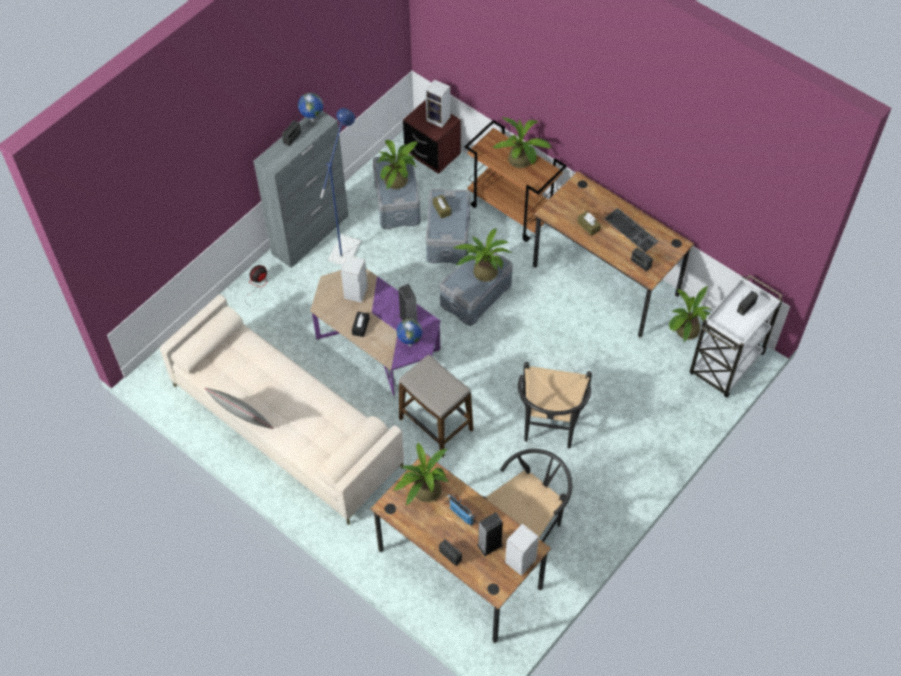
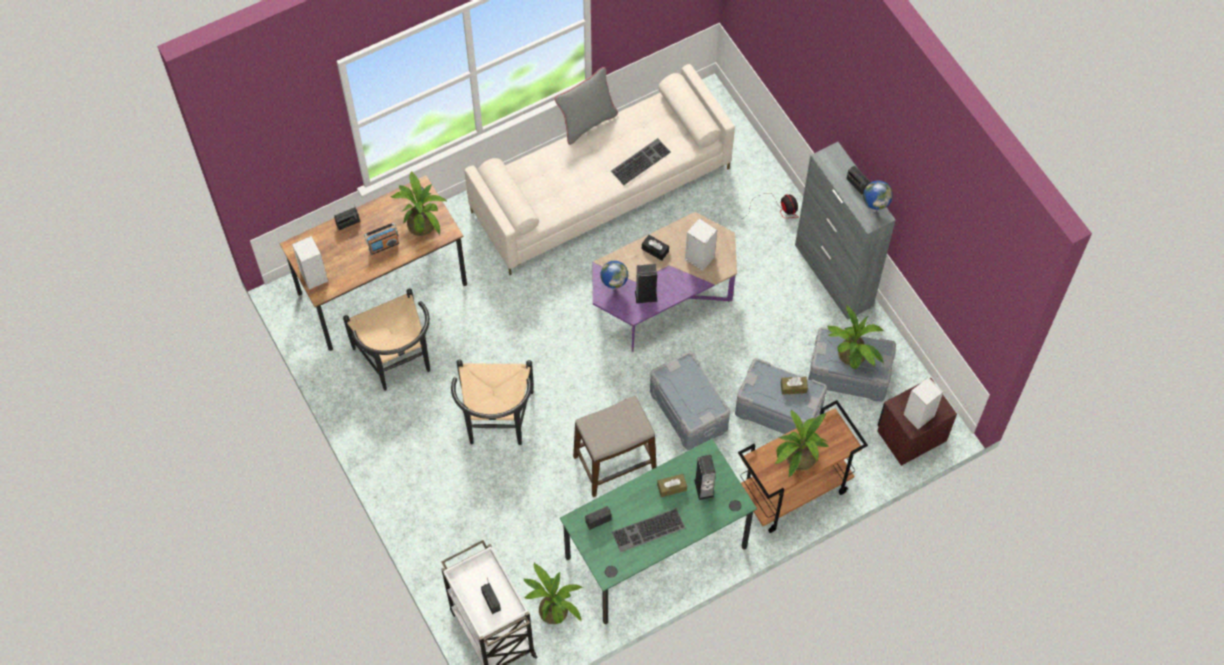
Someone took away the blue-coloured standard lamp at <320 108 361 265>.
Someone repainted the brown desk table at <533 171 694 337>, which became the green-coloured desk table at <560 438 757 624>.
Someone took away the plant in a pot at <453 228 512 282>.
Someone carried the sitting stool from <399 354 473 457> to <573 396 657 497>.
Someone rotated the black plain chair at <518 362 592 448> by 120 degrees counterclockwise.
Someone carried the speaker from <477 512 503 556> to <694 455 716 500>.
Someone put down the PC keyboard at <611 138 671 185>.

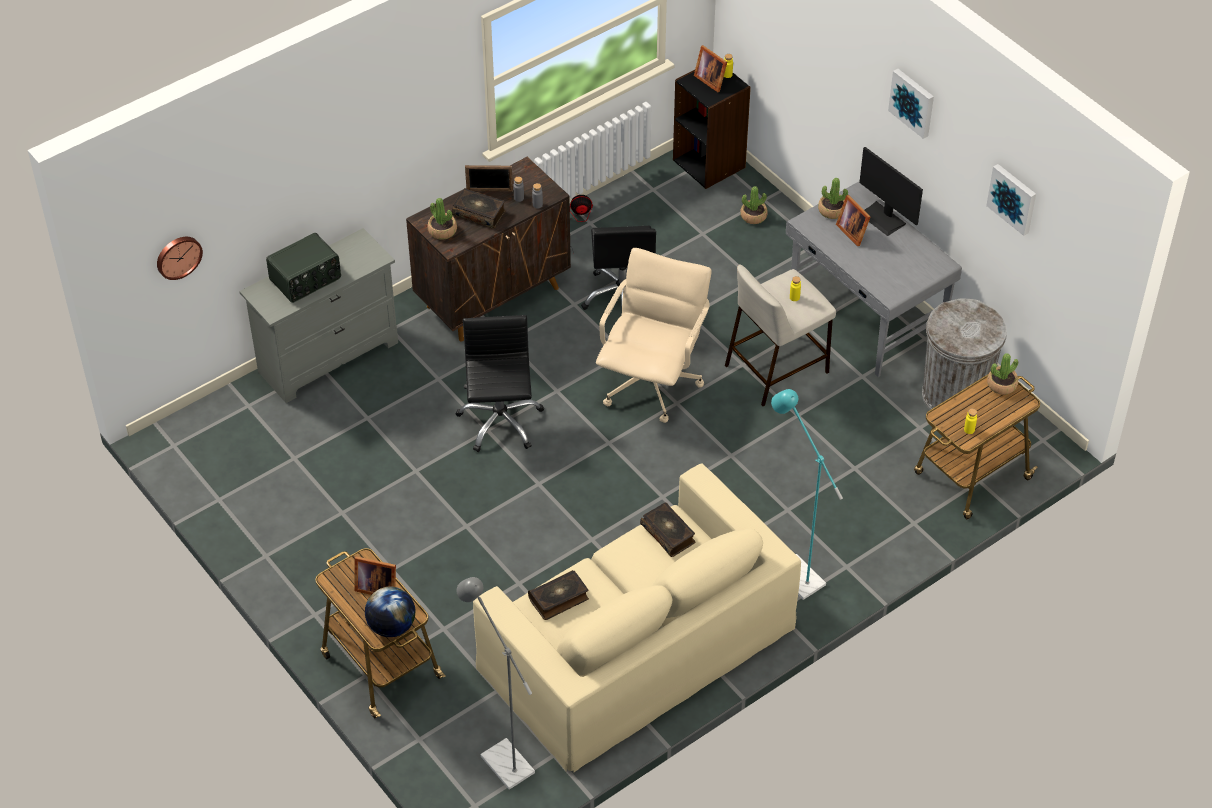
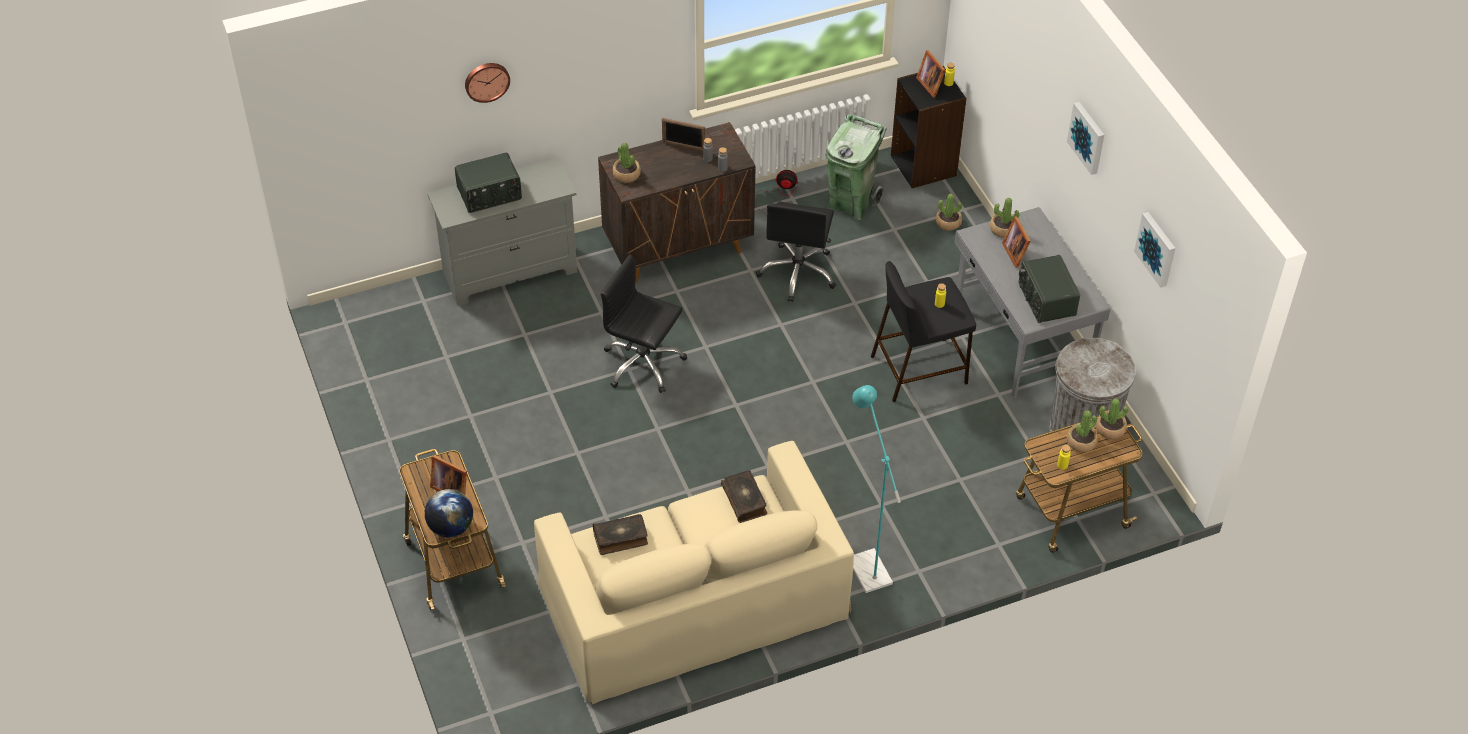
Someone took away the computer screen at <859 147 923 236>.
Someone took away the bound book at <452 188 506 229>.
Someone carried the hanging clock from <157 237 203 280> to <465 63 510 103>.
Someone took away the sand-coloured office chair at <596 248 712 423>.
Someone repainted the sand-coloured sitting stool at <725 264 836 406>, which became the black sitting stool at <871 261 976 402>.
Someone rotated the black office chair at <456 315 544 452> by 75 degrees counterclockwise.
Someone took away the grey standard lamp at <457 577 535 790>.
Someone put down the green-coloured waste bin at <826 114 887 220>.
Someone put down the radio set at <1018 255 1080 323>.
Someone put down the plant in a pot at <1067 410 1098 452>.

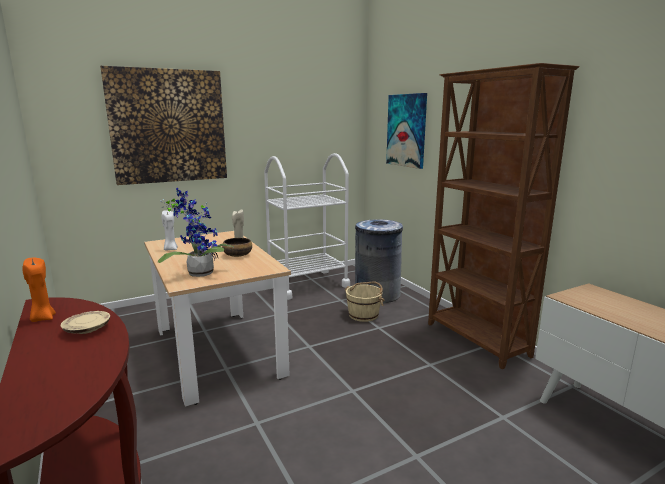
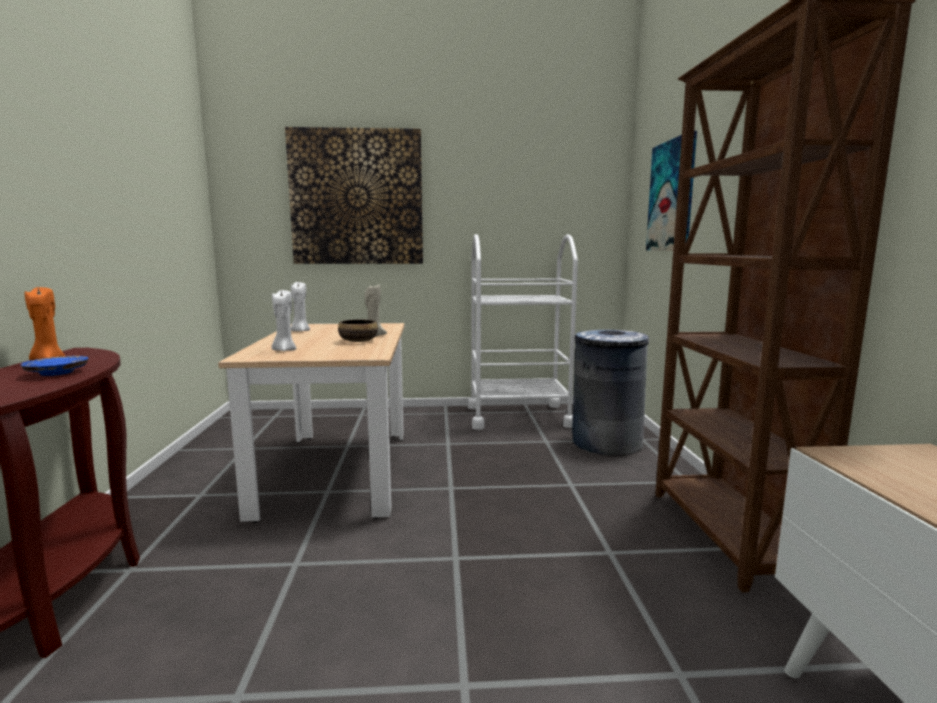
Someone swapped the plant in a pot at <158 187 234 277> for the white-coloured wax candle at <272 290 296 351>.
Someone took away the sand-coloured pail at <345 281 384 322>.
Someone repainted the sand-coloured plate at <61 311 110 334>, which became the blue-coloured plate at <21 356 88 376>.

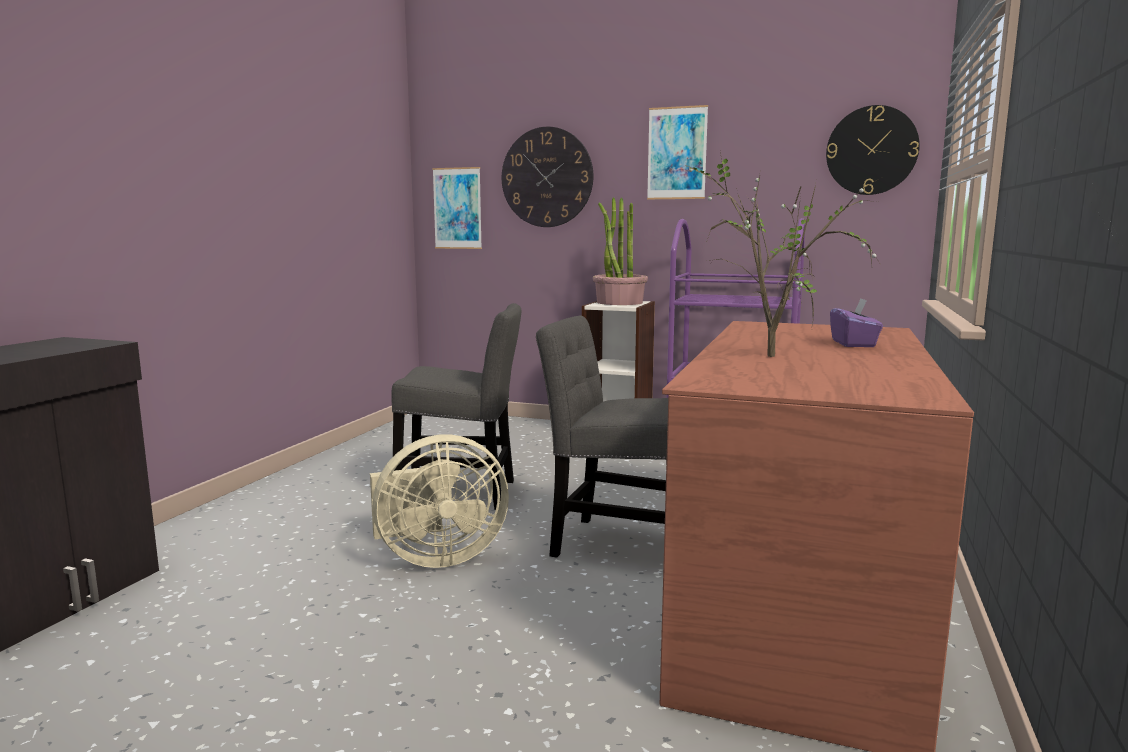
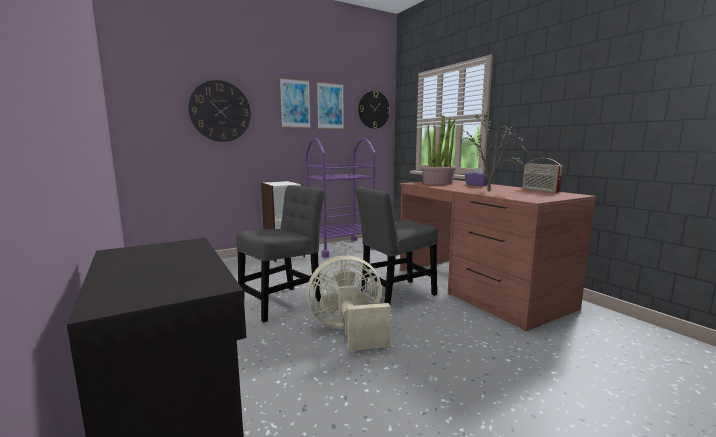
Someone carried the wall art from <432 167 482 249> to <317 82 344 129>.
Someone carried the plant in a pot from <593 197 648 305> to <420 115 456 185>.
Someone rotated the sand-coloured electric fan at <370 434 509 568> by 120 degrees counterclockwise.
Someone put down the radio set at <523 158 563 193>.

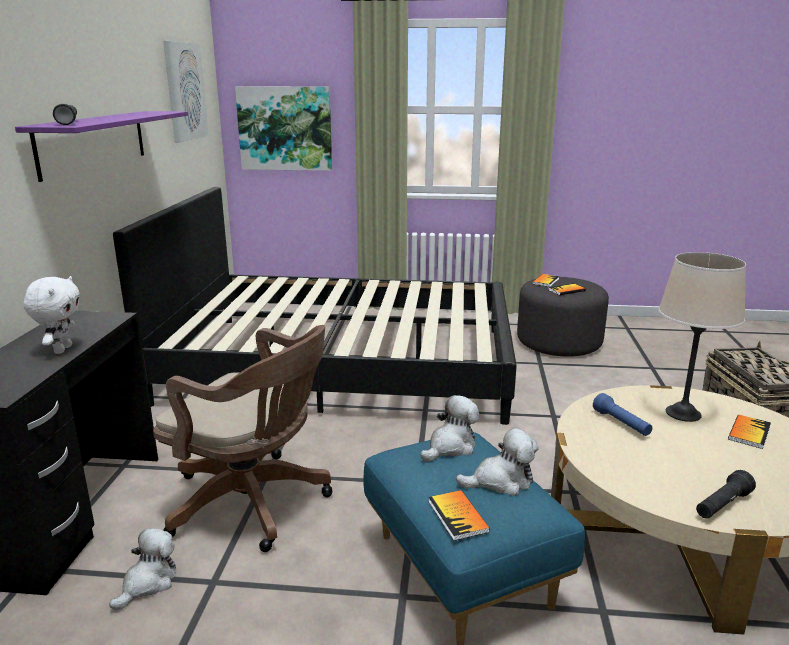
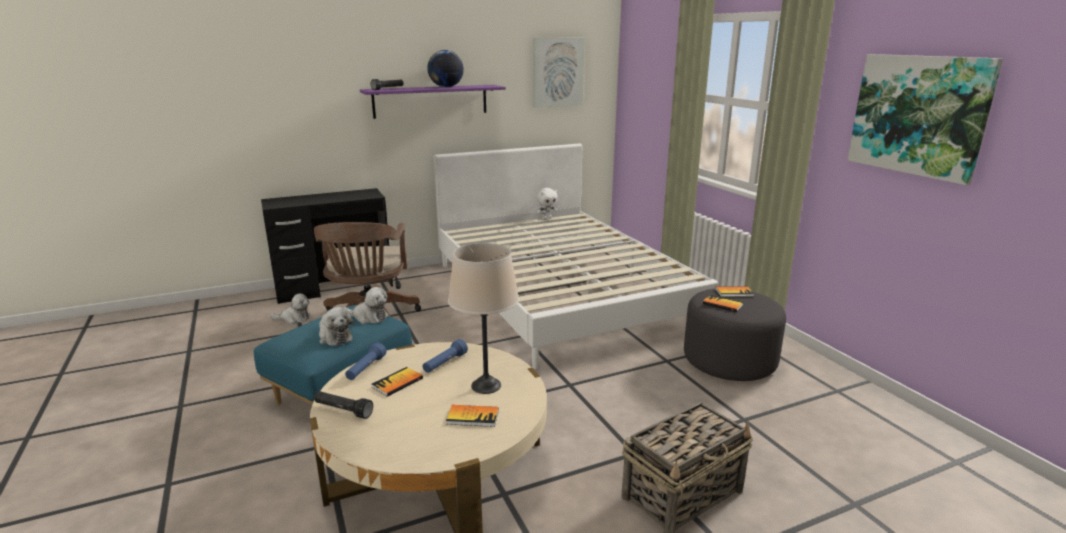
Someone carried the wall art from <235 87 332 171> to <847 54 1003 185>.
Someone repainted the black bedroom bed at <113 187 517 425>, which became the white-coloured bedroom bed at <434 144 719 369>.
Someone carried the white-coloured cuddly toy from <24 276 80 354> to <536 188 557 219>.
Someone carried the bound book from <428 490 490 541> to <372 367 423 397>.
Someone put down the globe at <428 50 464 87>.
Someone put down the blue-coloured torch at <345 343 386 380>.

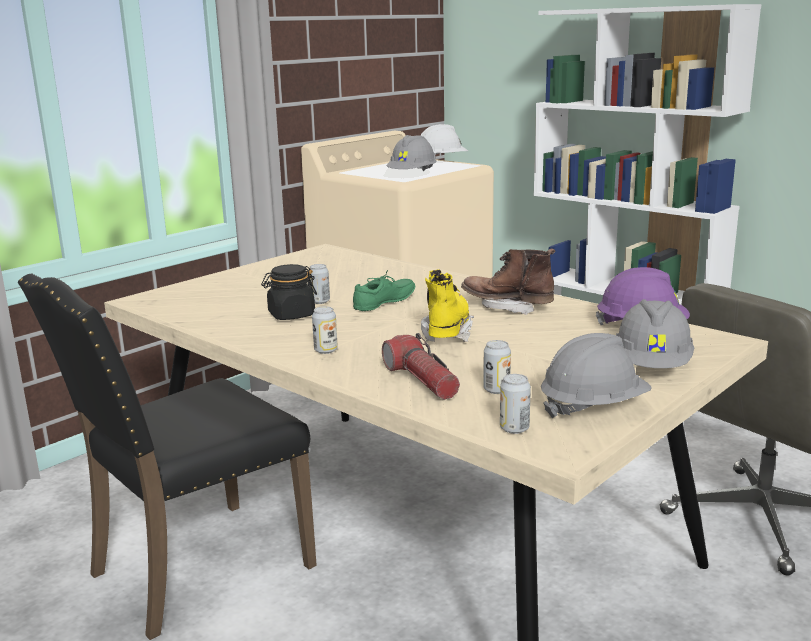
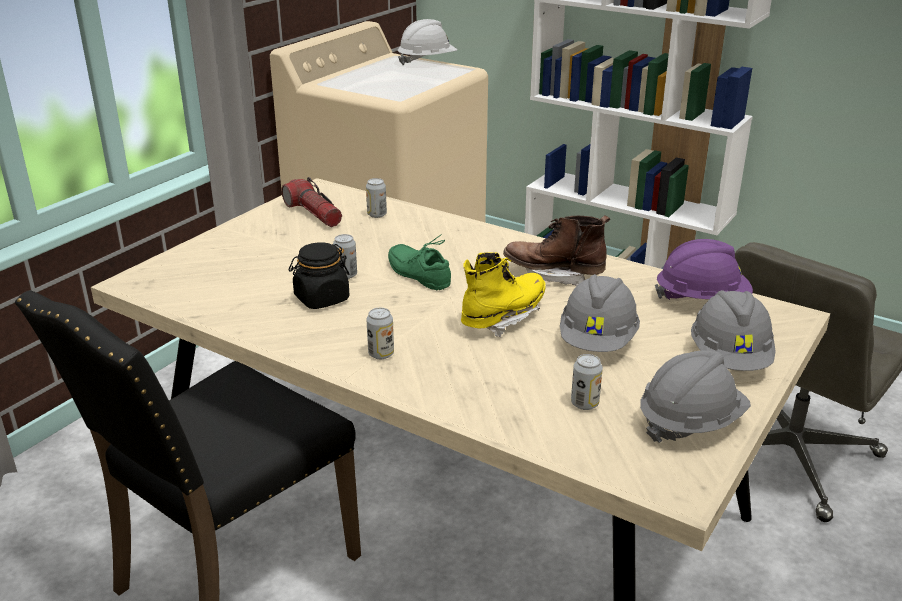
Someone carried the grey work helmet from <386 135 437 171> to <560 274 640 352>.
Someone rotated the yellow boot at <421 269 474 342> by 45 degrees clockwise.
Someone rotated the green-coloured item of footwear at <353 270 415 311> by 75 degrees counterclockwise.
Someone carried the torch from <382 333 460 400> to <281 177 342 227>.
Someone carried the sealed can from <500 374 531 434> to <366 178 387 218>.

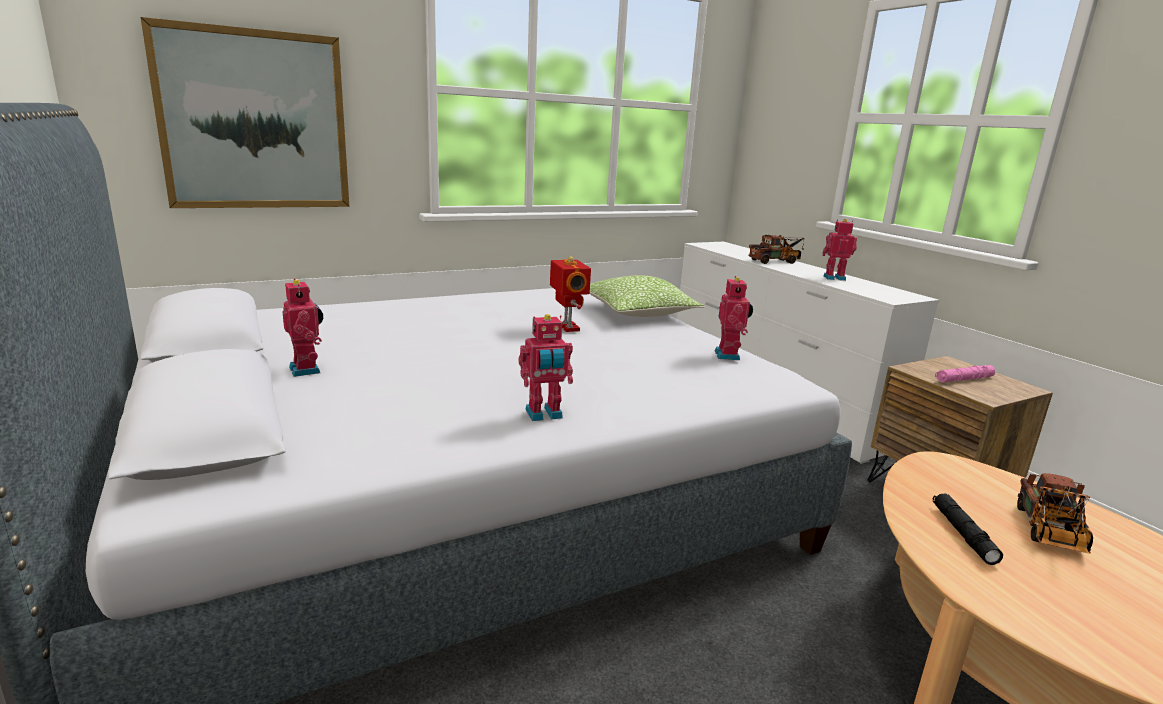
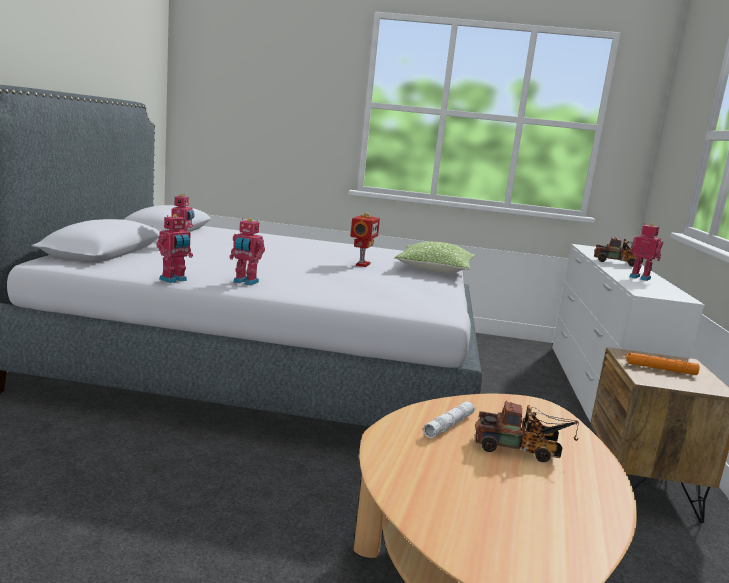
Someone took away the wall art at <140 17 349 208>.
Someone carried the model robot from <715 276 753 360> to <156 214 193 283>.
Someone repainted the pink-coloured torch at <935 365 995 383>, which became the orangey torch at <625 352 700 375>.
Someone rotated the model truck at <1017 473 1093 553> by 135 degrees counterclockwise.
Someone repainted the black torch at <933 493 1003 565>, which became the white-coloured torch at <423 401 476 438>.

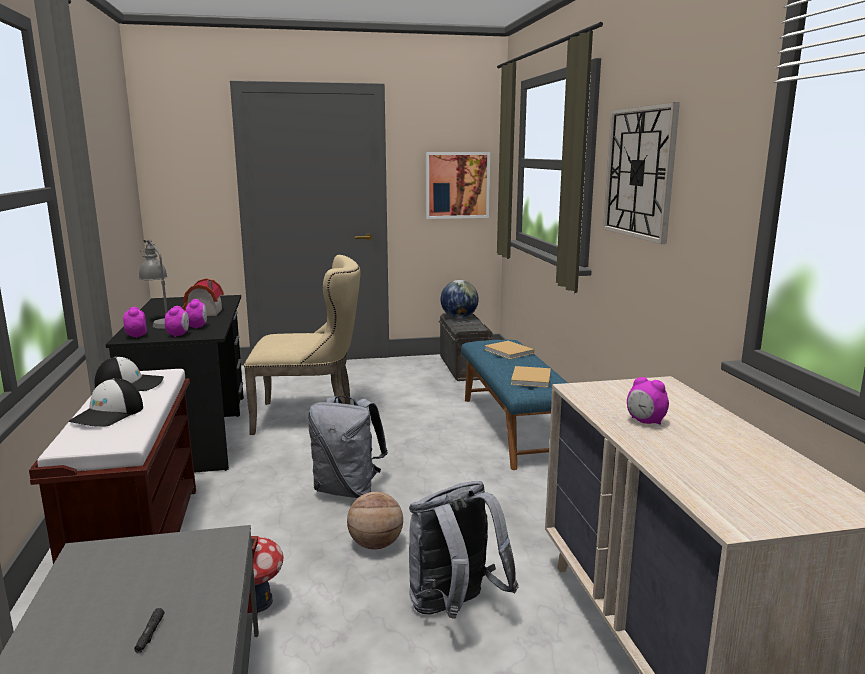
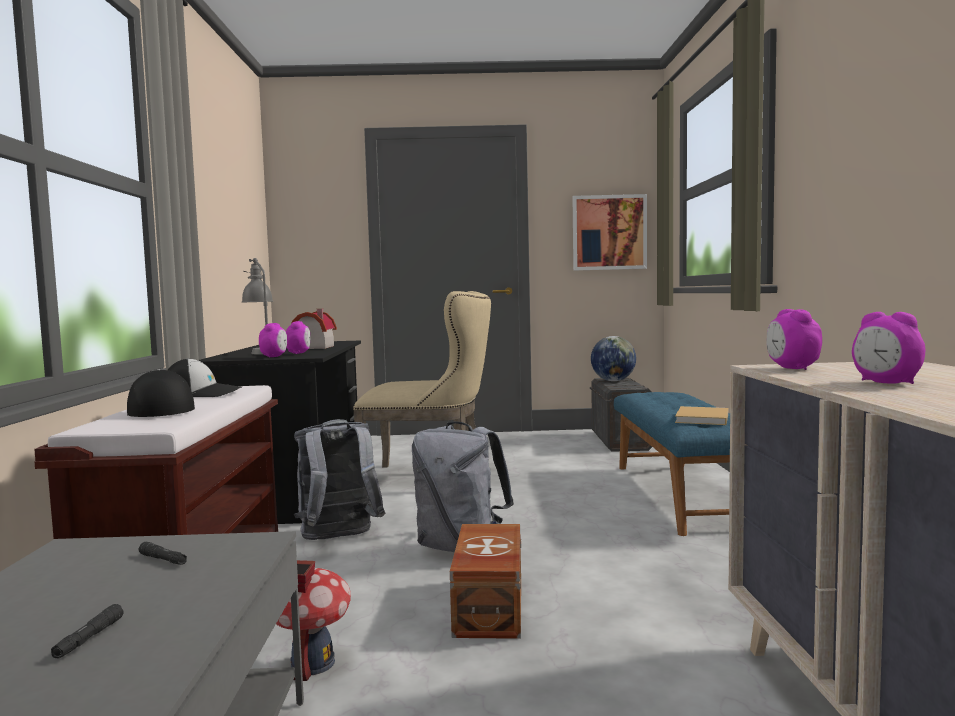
Someone took away the hanging clock at <603 102 680 244>.
Someone carried the alarm clock from <123 307 147 338> to <767 309 822 370>.
Someone took away the sand-coloured bound book at <484 341 534 359>.
Someone rotated the baseball cap at <69 378 143 427> by 120 degrees clockwise.
Someone carried the grey knapsack from <409 481 519 619> to <294 419 385 540>.
Someone swapped the basketball at <347 492 403 550> for the brown storage box at <450 524 521 639>.
Someone put down the black torch at <139 542 187 565>.

